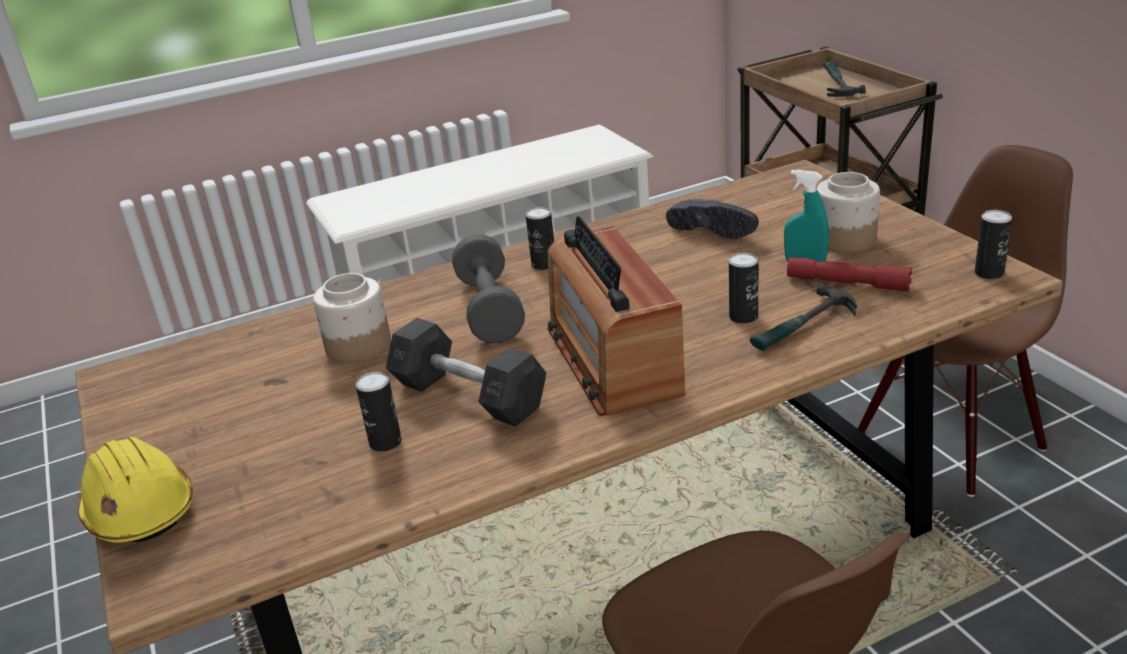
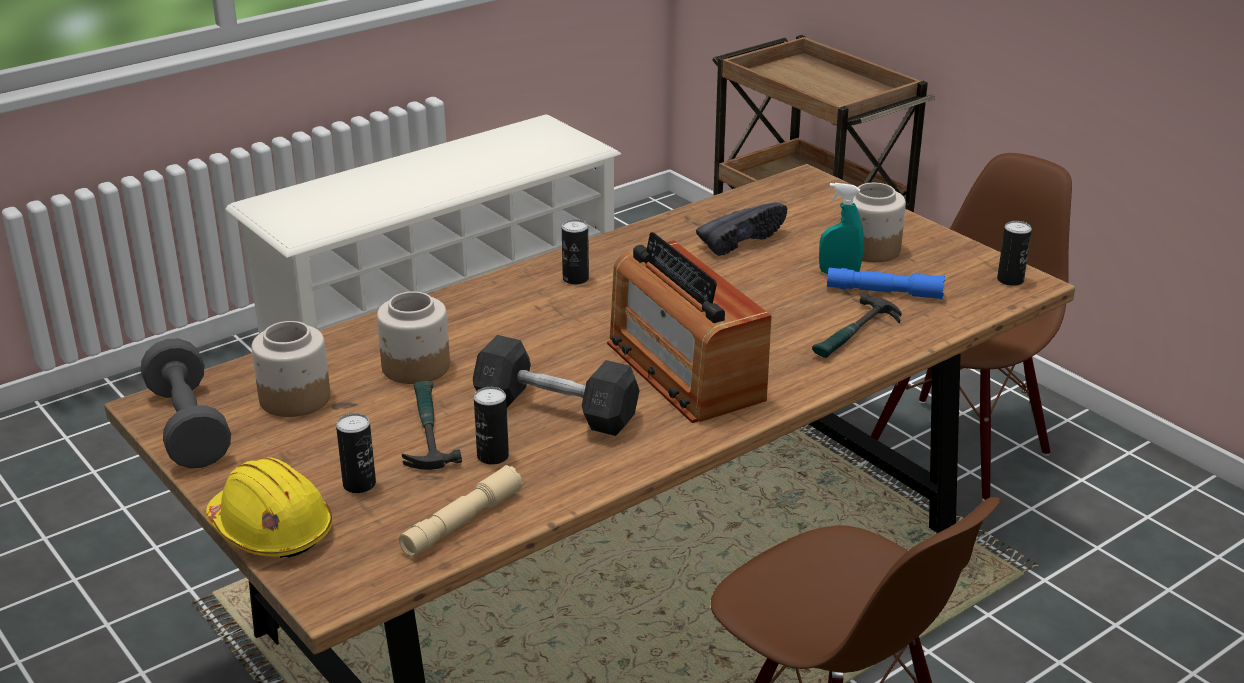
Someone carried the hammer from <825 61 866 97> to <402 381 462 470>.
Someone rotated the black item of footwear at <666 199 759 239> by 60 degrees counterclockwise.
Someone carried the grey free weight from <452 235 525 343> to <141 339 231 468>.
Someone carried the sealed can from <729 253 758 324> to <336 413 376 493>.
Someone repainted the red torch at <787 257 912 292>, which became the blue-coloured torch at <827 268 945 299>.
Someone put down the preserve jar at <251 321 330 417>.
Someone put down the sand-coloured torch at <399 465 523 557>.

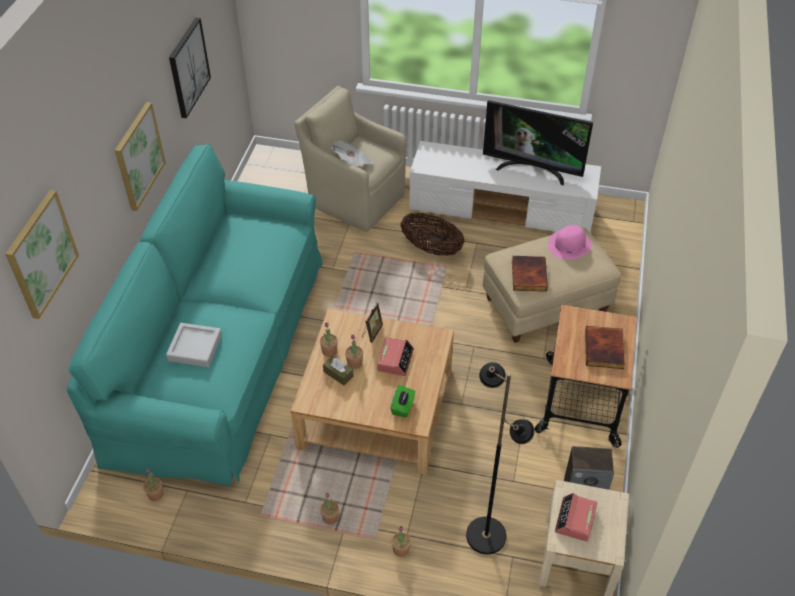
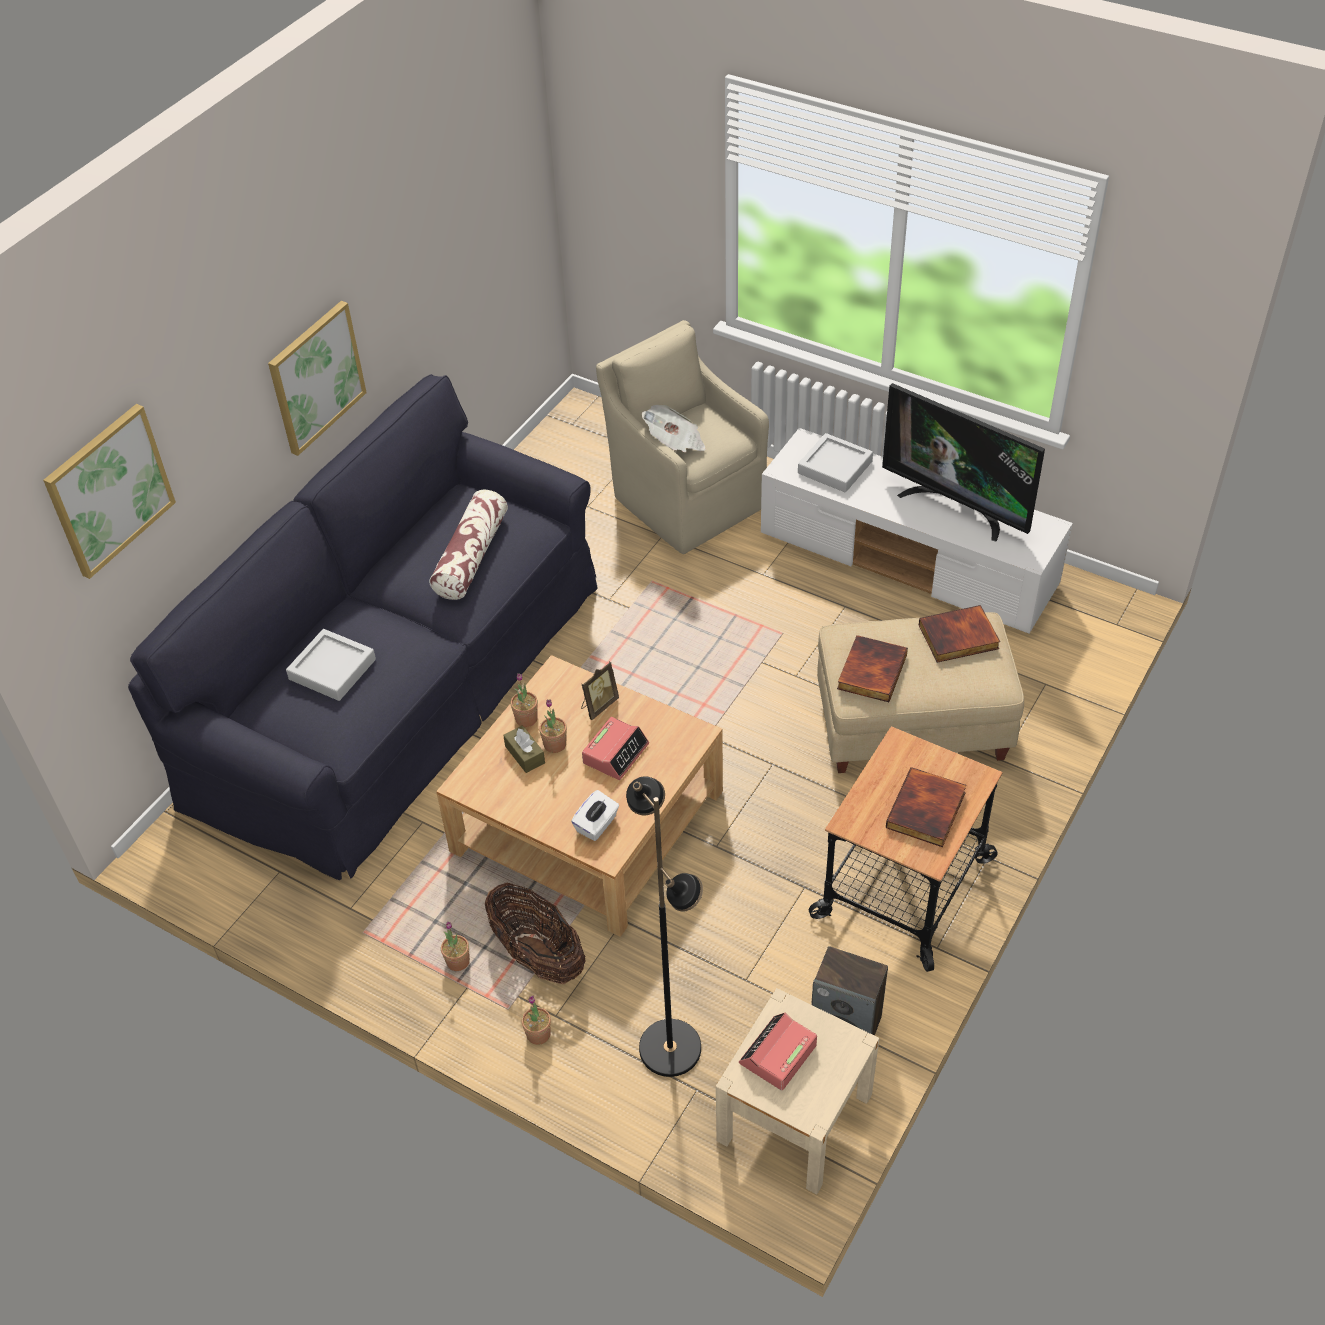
Someone took away the wall art at <169 17 211 118>.
Someone repainted the blue-green settee at <67 143 323 486>, which became the black settee at <128 374 598 880>.
Someone carried the household basket from <400 213 465 256> to <485 883 585 984>.
Someone swapped the pink-coloured wearable hat at <548 225 592 260> for the bound book at <919 605 1000 663>.
Someone repainted the green-coloured tissue holder at <390 385 415 417>, which became the white-coloured tissue holder at <571 790 619 841>.
Someone took away the plant in a pot at <143 469 164 501>.
Someone put down the grey carrying tray at <798 433 873 493>.
Someone put down the cushion at <429 490 508 600>.

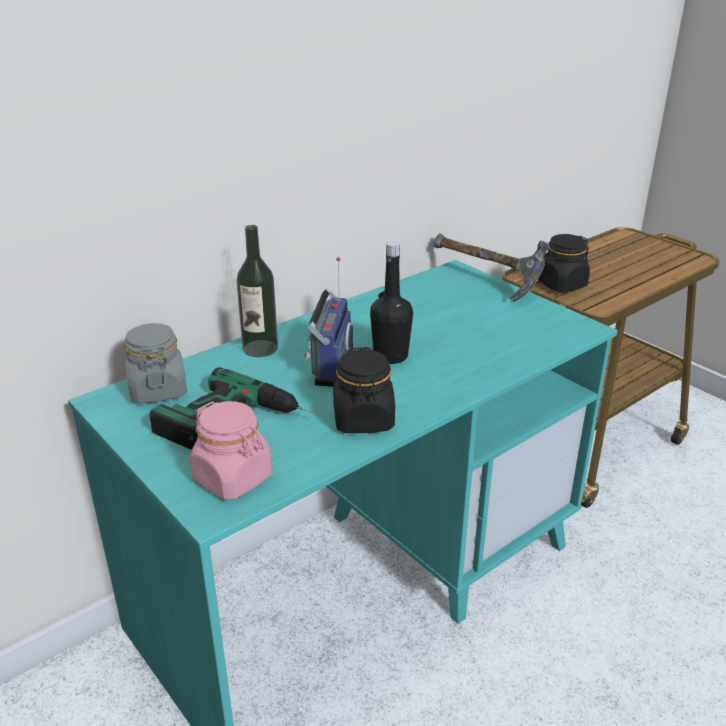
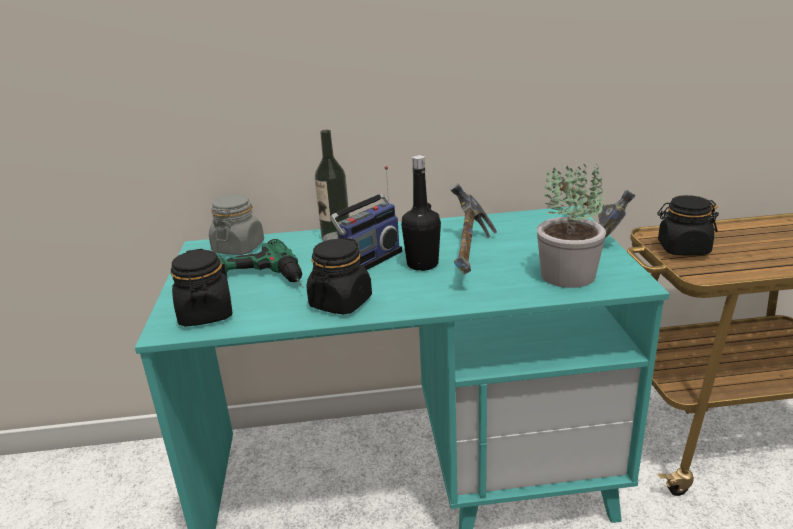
Someone repainted the pink-coloured preserve jar at <190 401 273 500>, which became the black preserve jar at <171 249 233 327>.
Someone put down the plant in a pot at <537 164 606 288>.
Someone put down the hammer at <450 183 497 274>.

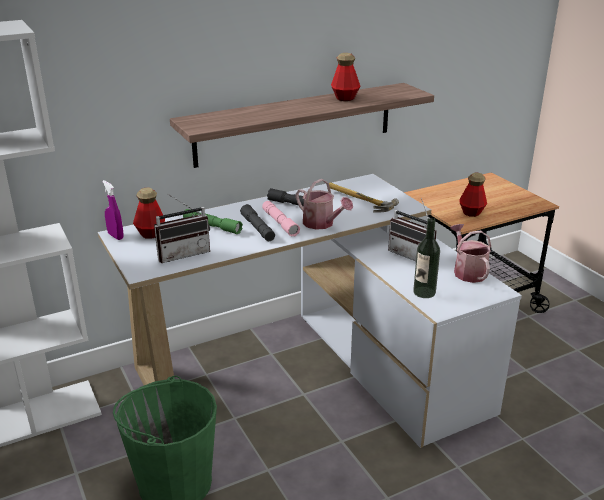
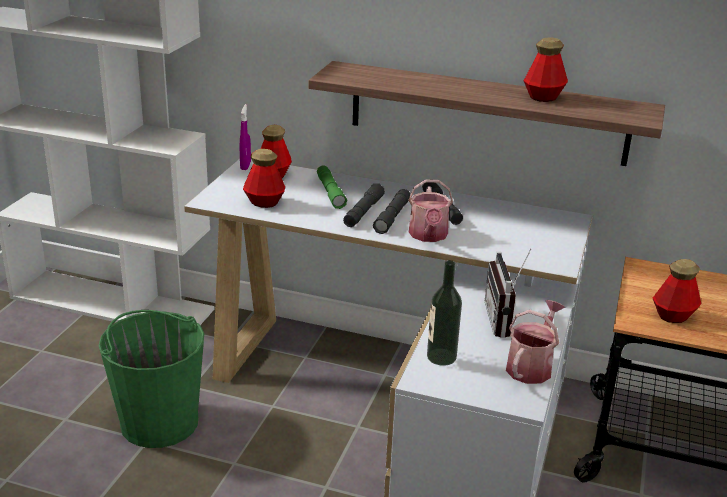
Someone took away the hammer at <329 182 399 213>.
Someone swapped the radio set at <154 193 210 263> for the drink bottle at <243 149 285 208>.
Someone repainted the pink-coloured torch at <262 201 300 237>, which became the grey torch at <373 189 410 234>.

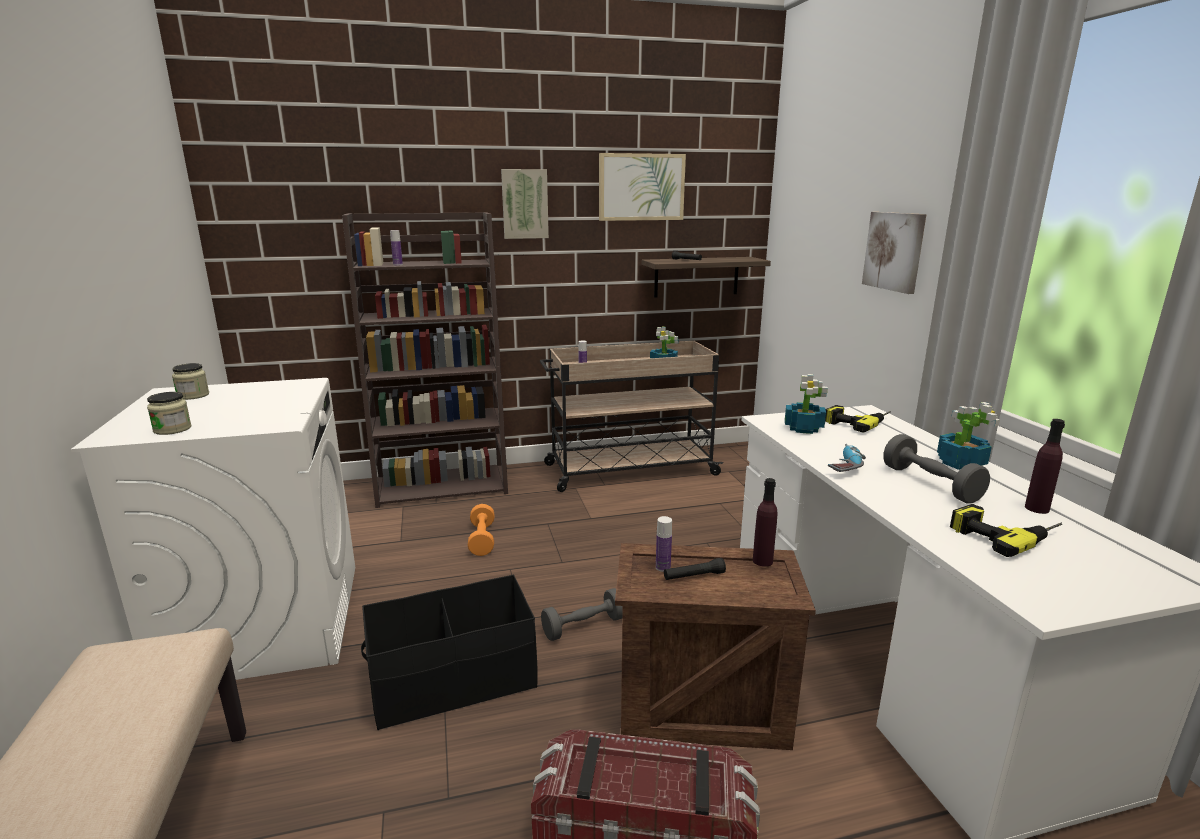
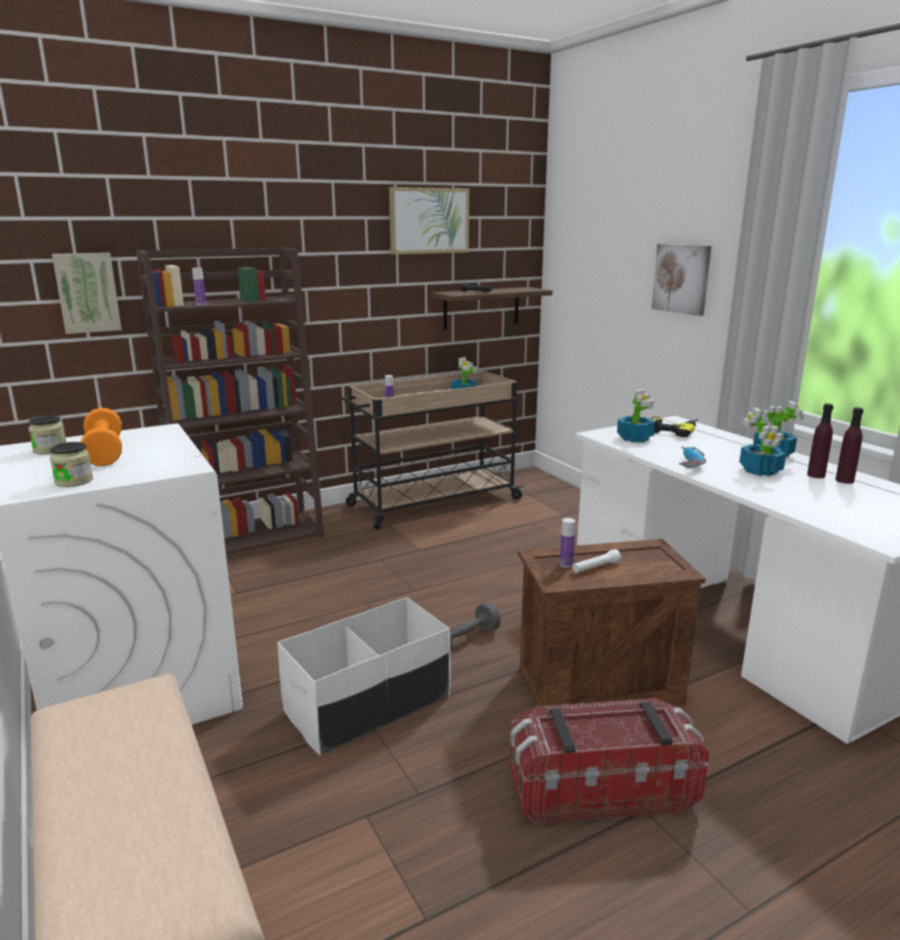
Someone carried the wall art from <501 169 549 239> to <52 253 122 334>.
Someone swapped the grey free weight at <884 434 990 503> for the plant in a pot at <739 408 786 476>.
Someone carried the purple drink bottle from <753 478 777 567> to <807 403 833 478>.
Someone carried the orangey free weight from <468 504 495 556> to <81 408 122 466>.
Someone took away the drill at <950 504 1063 557>.
Someone repainted the black torch at <664 558 726 580>, which became the white-coloured torch at <572 549 621 573>.
Someone repainted the black storage box at <361 575 538 730>, which became the white-coloured storage box at <277 597 451 755>.

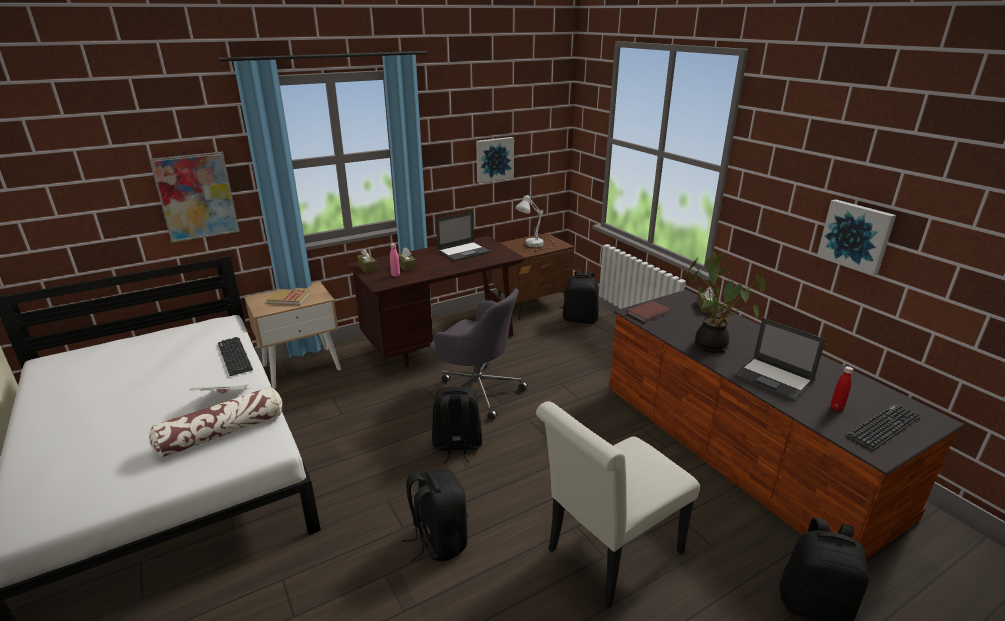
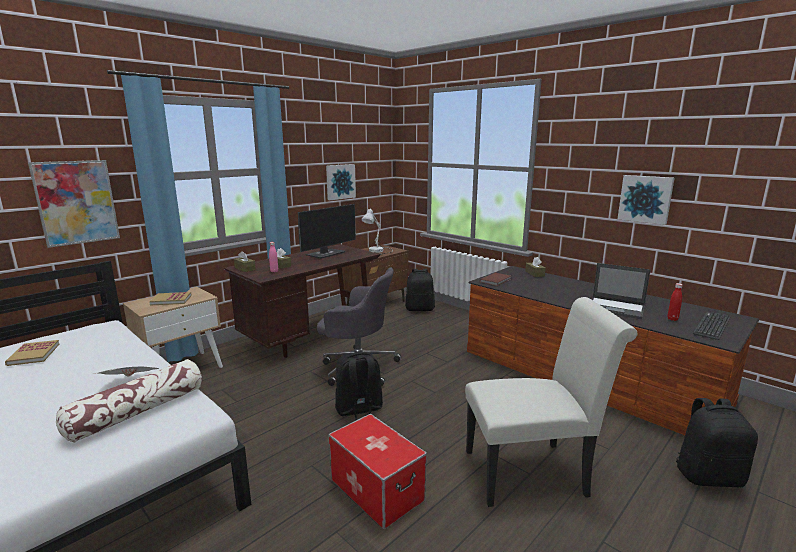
Someone swapped the portable computer at <436 211 491 262> for the computer screen at <298 204 356 259>.
Someone took away the plant in a pot at <684 251 765 353>.
Someone took away the PC keyboard at <218 337 253 376>.
Someone rotated the white-coloured plain chair at <536 401 700 609> by 135 degrees counterclockwise.
Someone swapped the black knapsack at <402 469 468 562> for the storage box at <328 414 427 530>.
Someone put down the bound book at <5 340 59 366>.

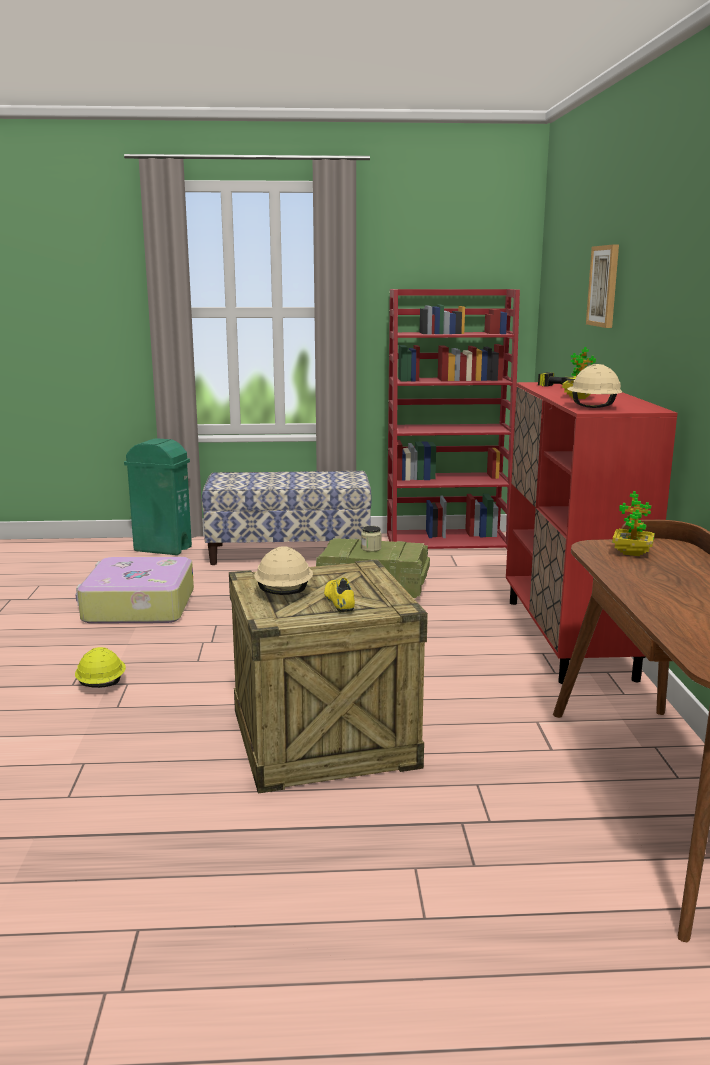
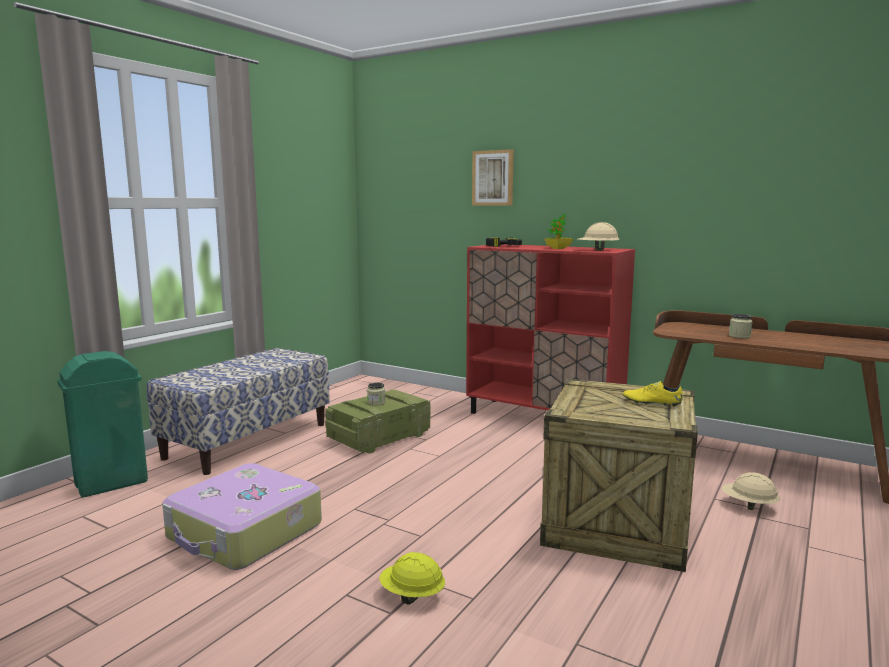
Someone took away the red bookshelf at <387 289 520 549>.
Someone took away the plant in a pot at <612 491 655 556>.
Someone carried the sand-coloured work helmet from <254 546 313 595> to <722 472 780 510>.
Someone put down the preserve jar at <729 314 752 338>.

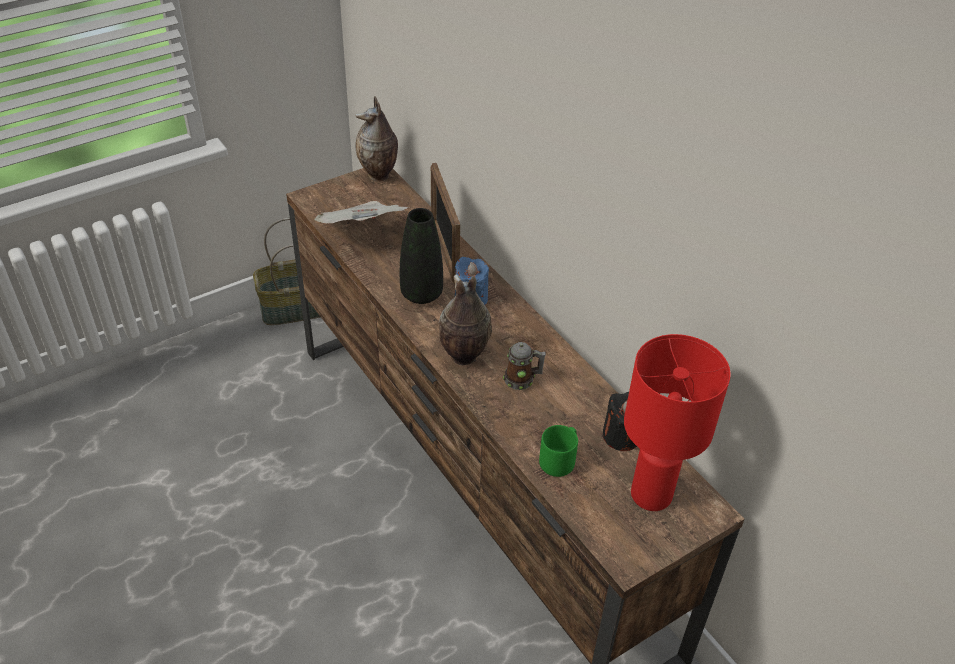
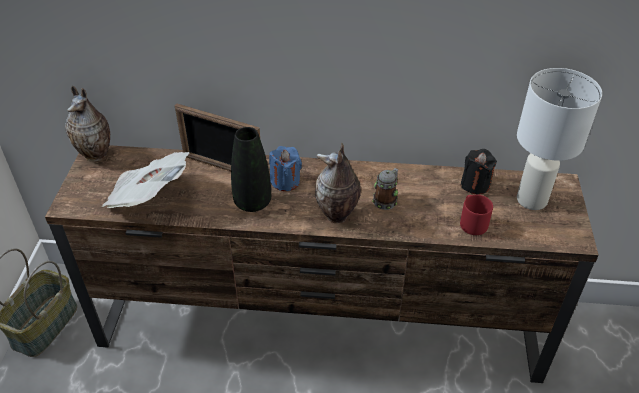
Someone repainted the red table lamp at <624 334 731 511>, which became the white-coloured table lamp at <517 68 602 210>.
Someone repainted the green-coloured coffee mug at <539 425 578 477>, which became the red coffee mug at <460 195 493 235>.

